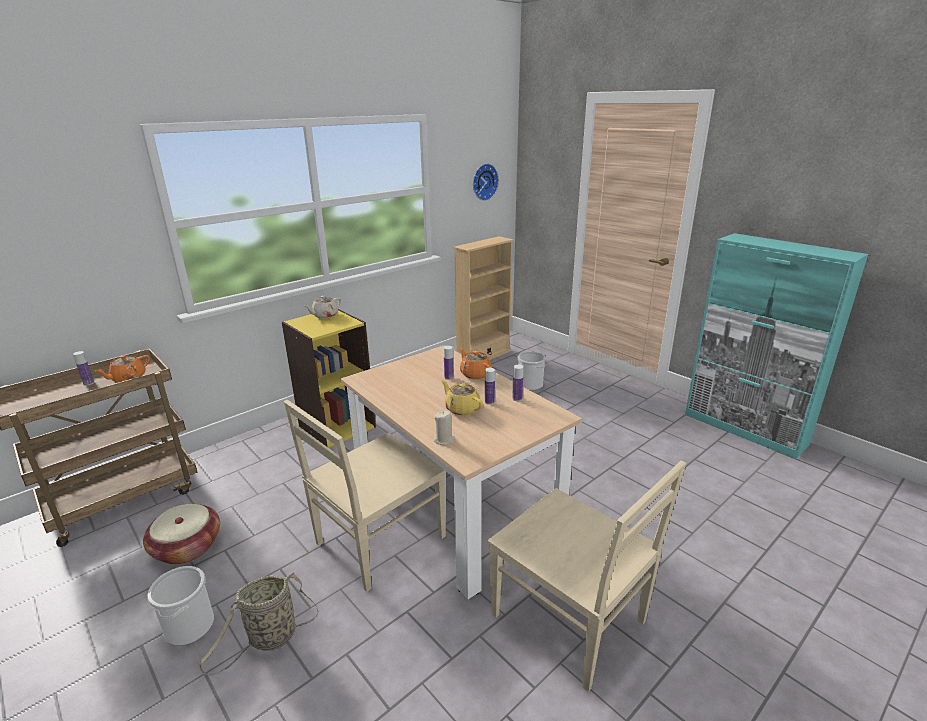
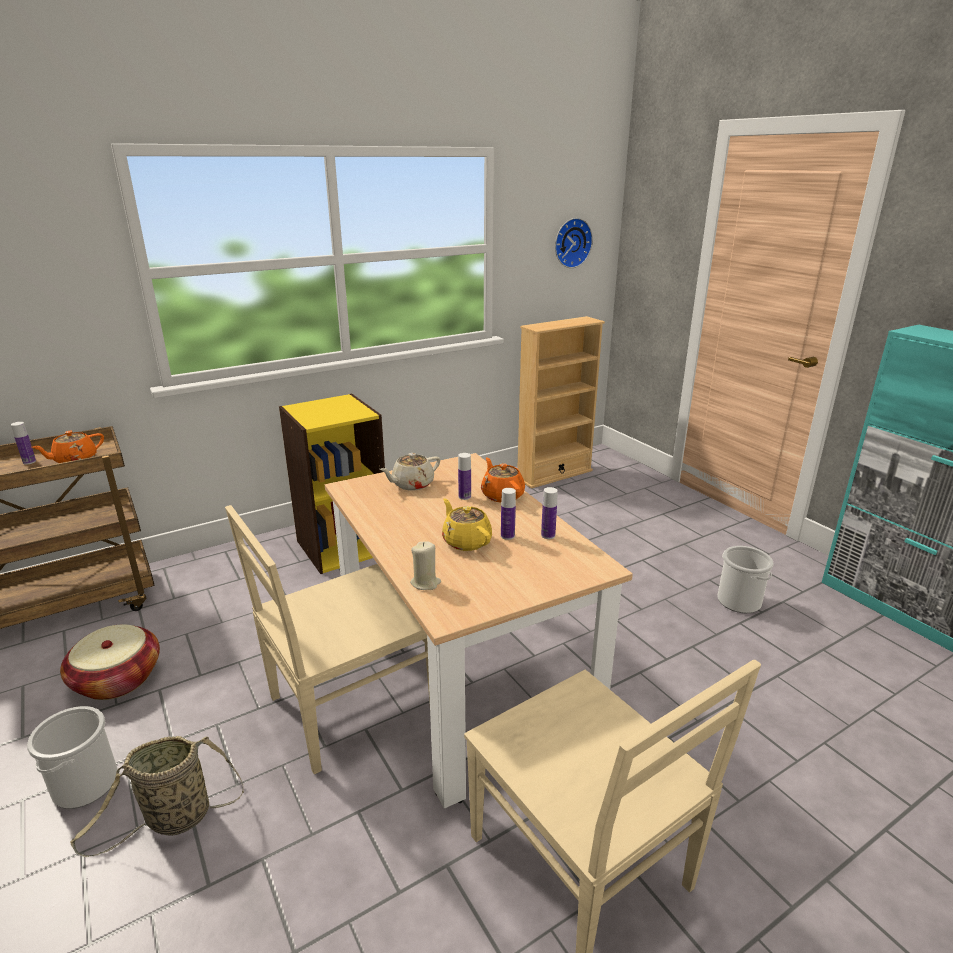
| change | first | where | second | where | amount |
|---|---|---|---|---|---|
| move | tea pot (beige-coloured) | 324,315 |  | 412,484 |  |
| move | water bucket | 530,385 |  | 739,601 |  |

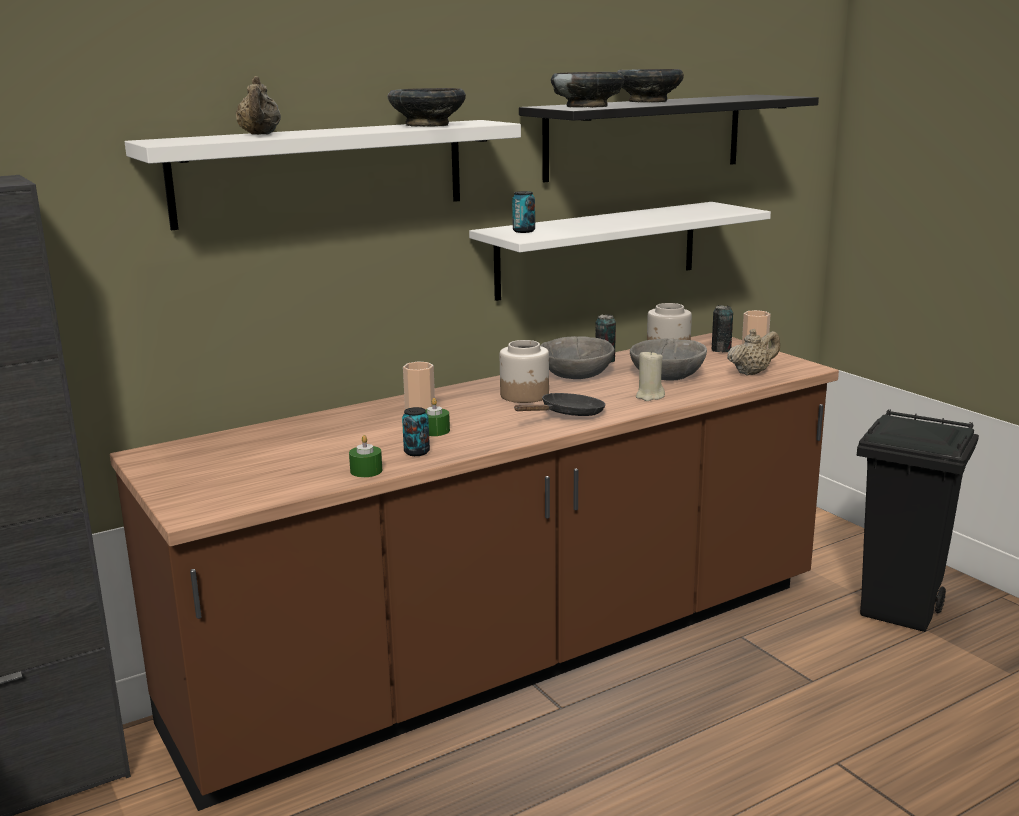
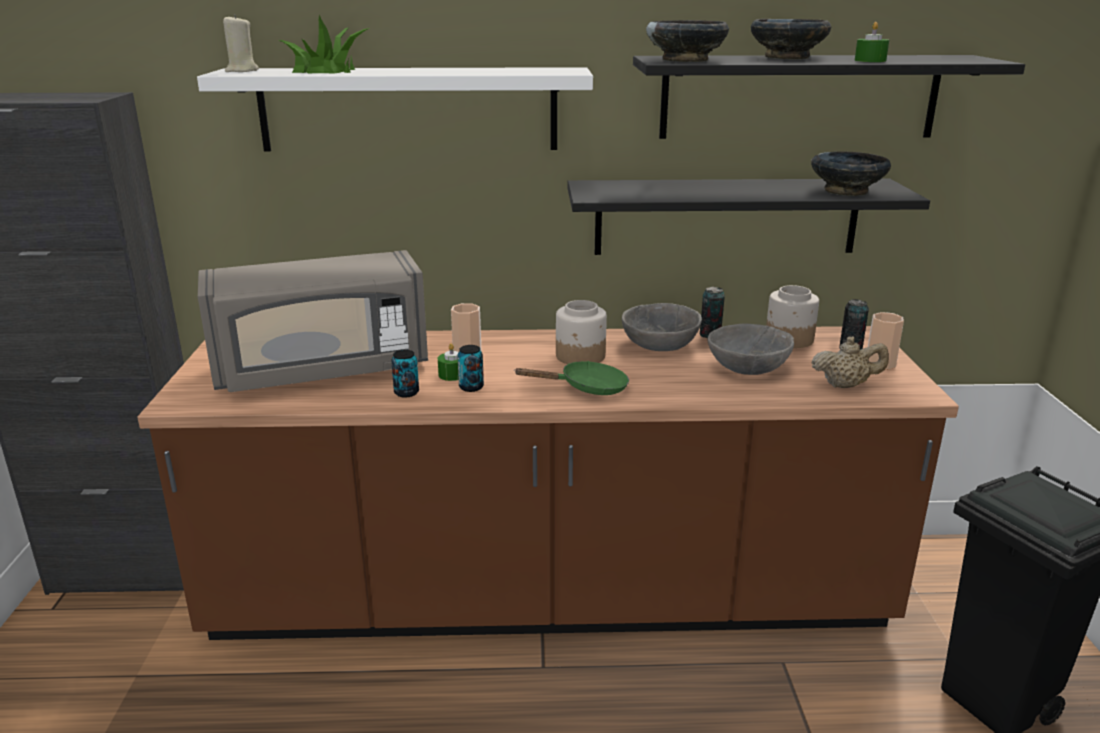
| change | first | where | second | where | amount |
|---|---|---|---|---|---|
| insert |  |  | microwave (grey) | 322,370 |  |
| move | wax light (beige-coloured) | 649,396 |  | 242,71 |  |
| replace | tea pot (beige-coloured) | 260,135 | houseplant | 325,71 |  |
| move | metal can | 524,231 |  | 471,387 |  |
| recolor | frying pan (black) | 567,415 | frying pan (green) | 587,388 |  |
| recolor | shelf (white) | 598,249 | shelf (black) | 726,216 |  |
| move | serving bowl (black) | 428,125 |  | 846,191 |  |
| move | wax light (green) | 366,471 |  | 870,60 |  |

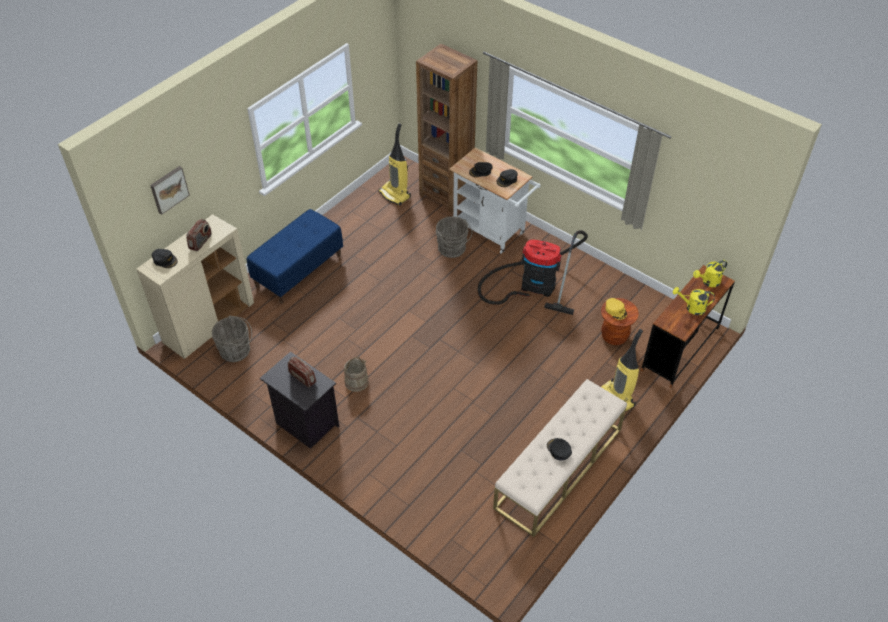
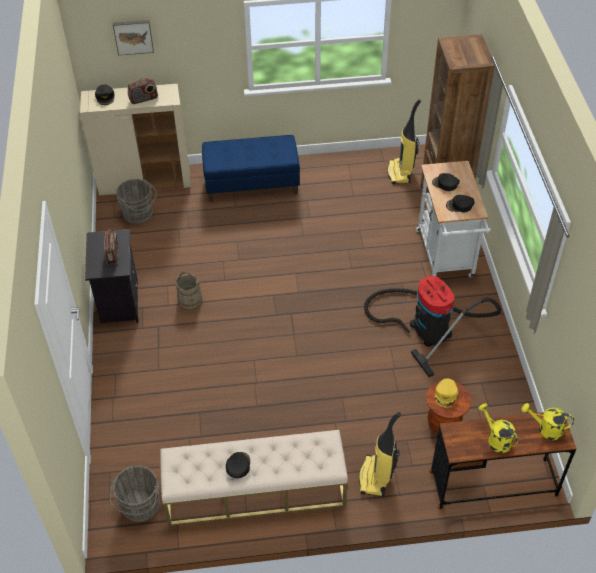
| change | first | where | second | where | amount |
|---|---|---|---|---|---|
| move | water bucket (grey) | 453,249 |  | 140,507 |  |

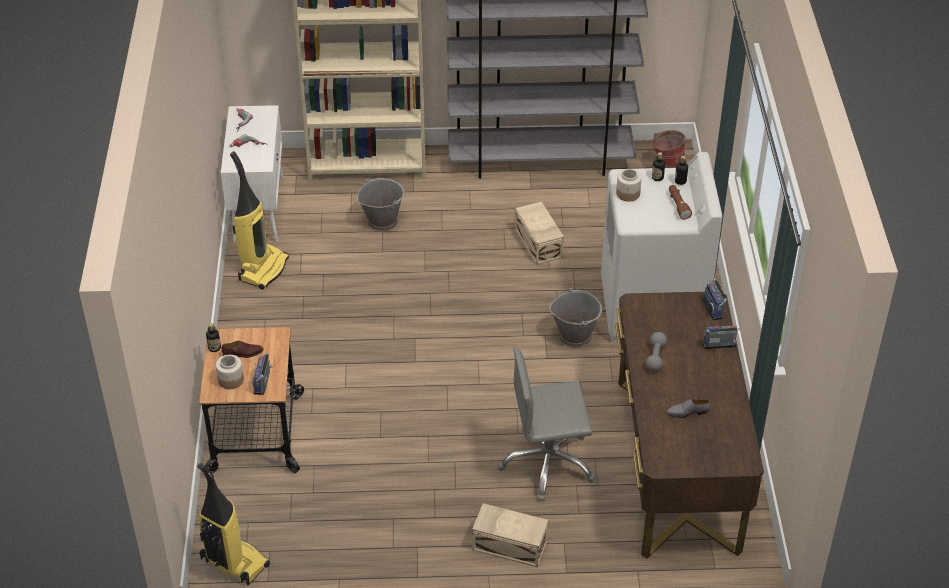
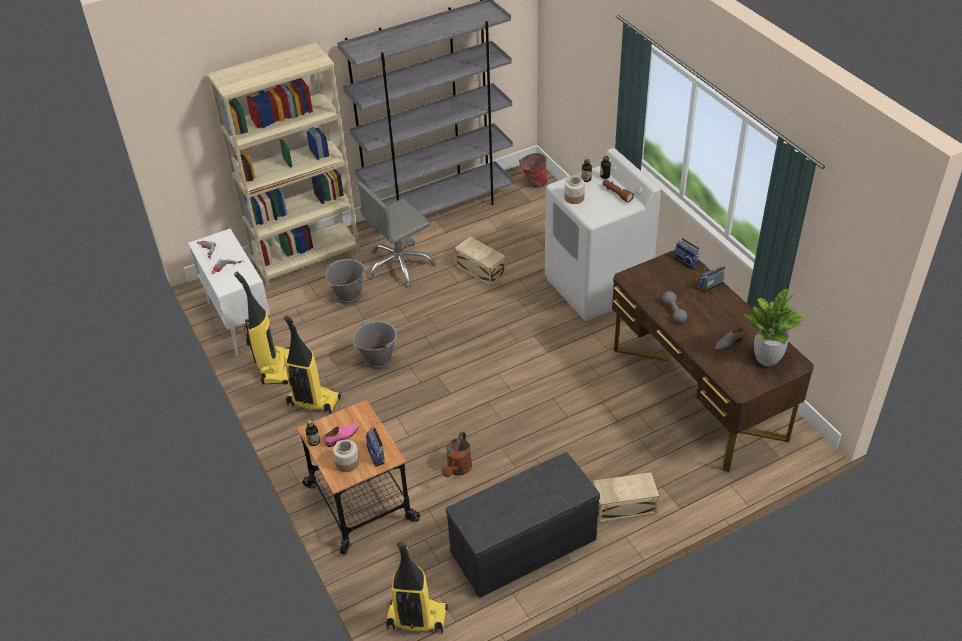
| change | first | where | second | where | amount |
|---|---|---|---|---|---|
| insert |  |  | hoover | 313,402 |  |
| recolor | low shoe (brown-coloured) | 243,354 | low shoe (pink) | 342,437 |  |
| move | water bucket (grey) | 575,336 |  | 378,359 |  |
| move | office chair (grey) | 547,463 |  | 399,265 |  |
| insert |  |  | watering pot (brown-coloured) | 458,469 |  |
| insert |  |  | indoor bench (grey) | 523,547 |  |
| insert |  |  | houseplant | 767,359 |  |

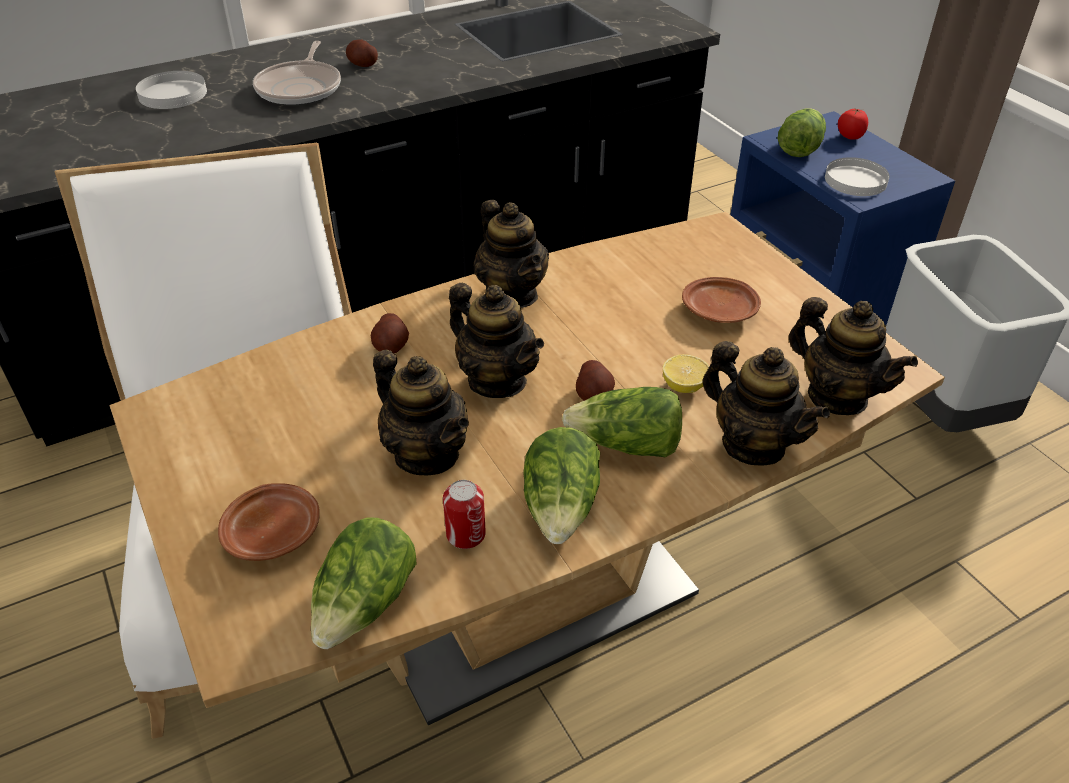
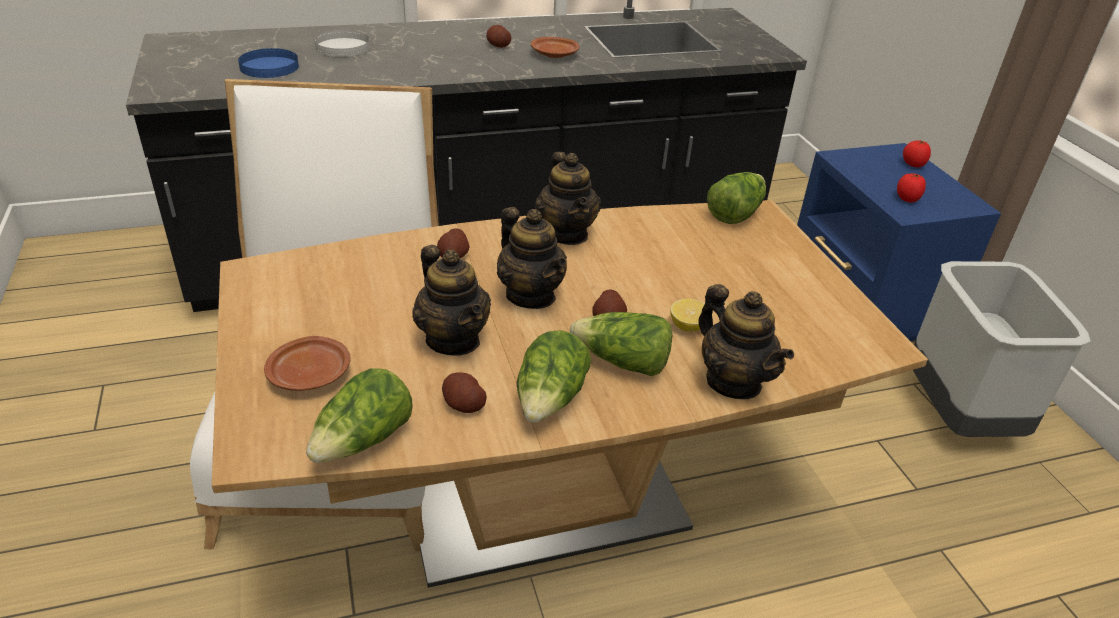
| change | first | where | second | where | amount |
|---|---|---|---|---|---|
| insert |  |  | flat dish (bluish) | 269,67 |  |
| replace | metal can | 466,534 | whole potato | 463,405 |  |
| move | flat dish (brown-coloured) | 720,311 |  | 555,55 |  |
| move | head of lettuce | 799,147 |  | 735,213 |  |
| replace | flat dish (white) | 855,180 | fresh tomato | 906,199 |  |
| delete | frying pan | 301,88 |  |  |  |
| delete | tea pot | 837,397 |  |  |  |

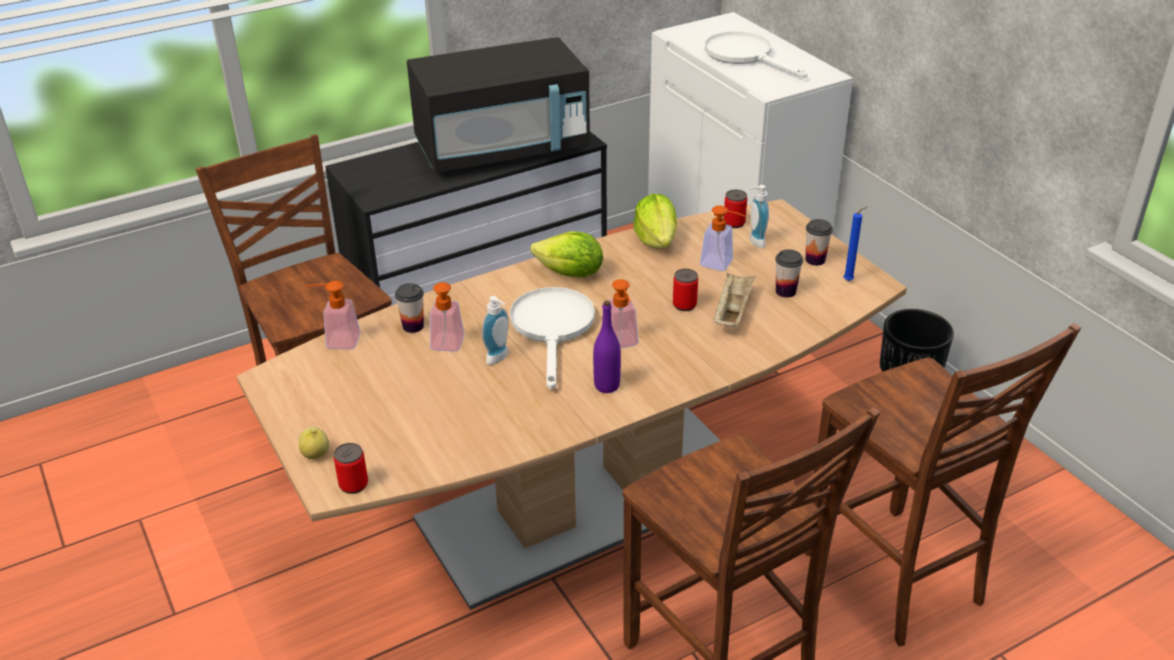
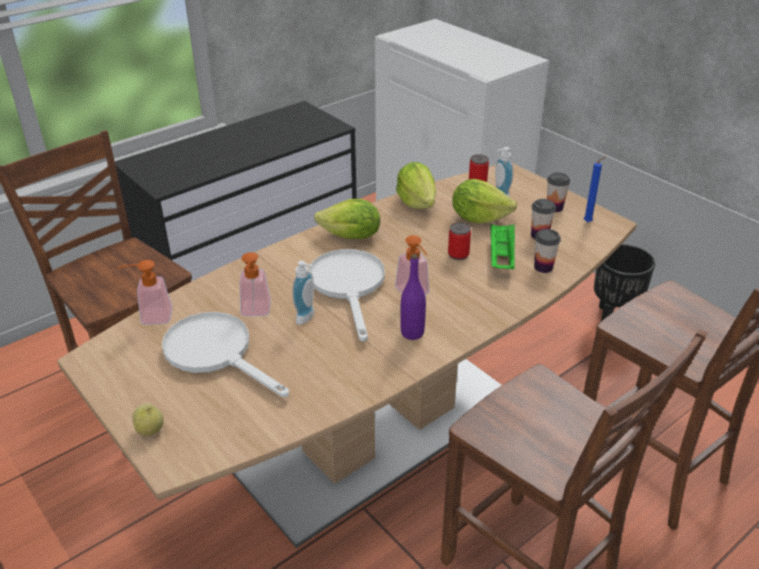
| change | first | where | second | where | amount |
|---|---|---|---|---|---|
| move | frying pan (white) | 745,56 |  | 216,353 |  |
| replace | soap dispenser | 722,264 | head of lettuce | 479,218 |  |
| recolor | carrying tray (beige-coloured) | 732,311 | carrying tray (green) | 501,256 |  |
| move | drinking cup | 413,326 |  | 543,267 |  |
| delete | metal can | 353,484 |  |  |  |
| delete | microwave (black) | 502,149 |  |  |  |

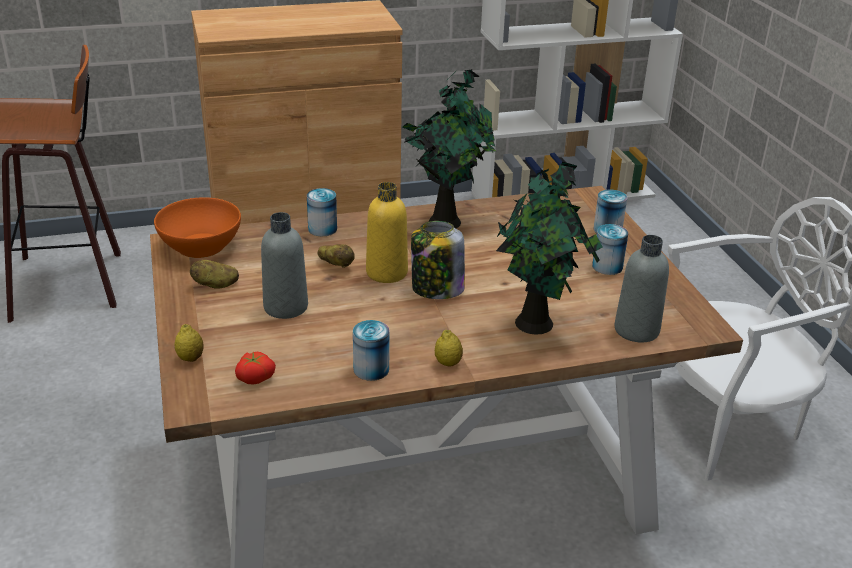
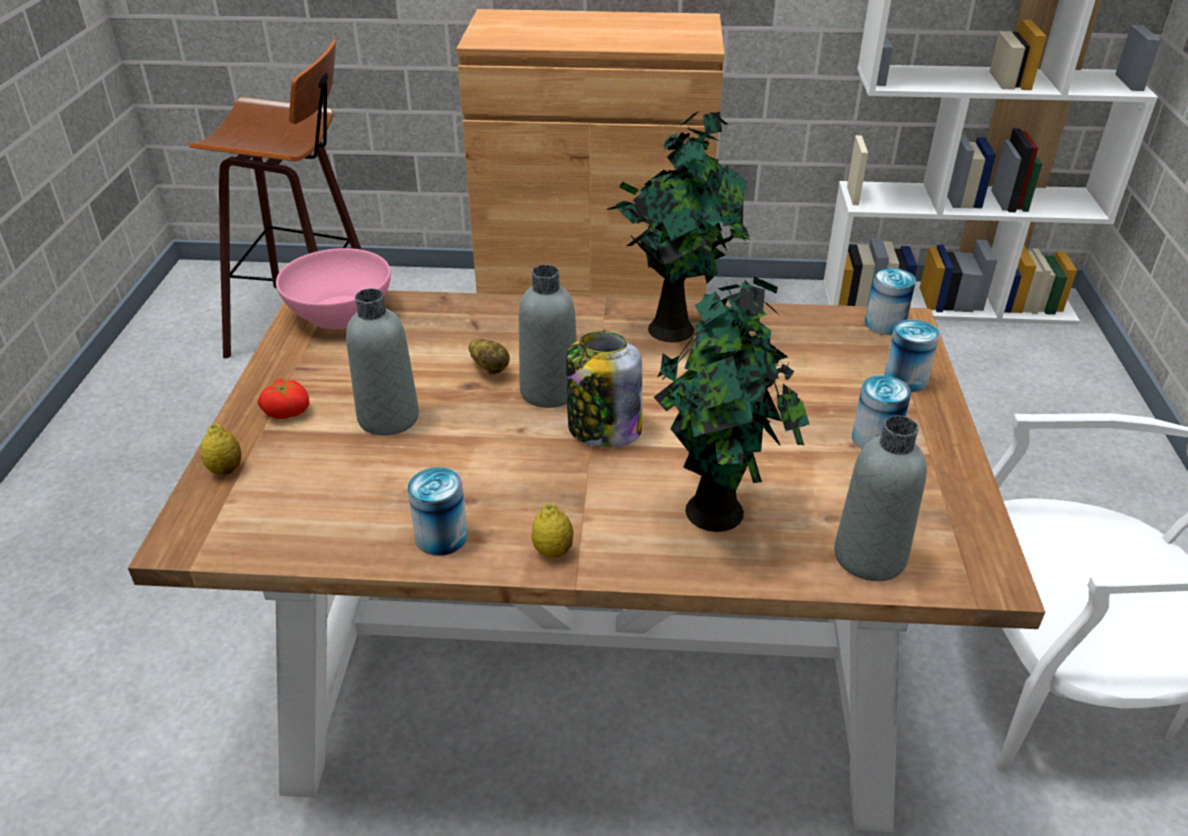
| change | first | where | second | where | amount |
|---|---|---|---|---|---|
| move | fresh tomato | 255,377 |  | 287,410 |  |
| recolor | serving bowl (orange-coloured) | 201,246 | serving bowl (pink) | 341,312 |  |
| recolor | bottle (yellow) | 386,272 | bottle (grey) | 549,391 |  |
| move | metal can | 322,229 |  | 884,324 |  |
| delete | whole potato | 215,285 |  |  |  |

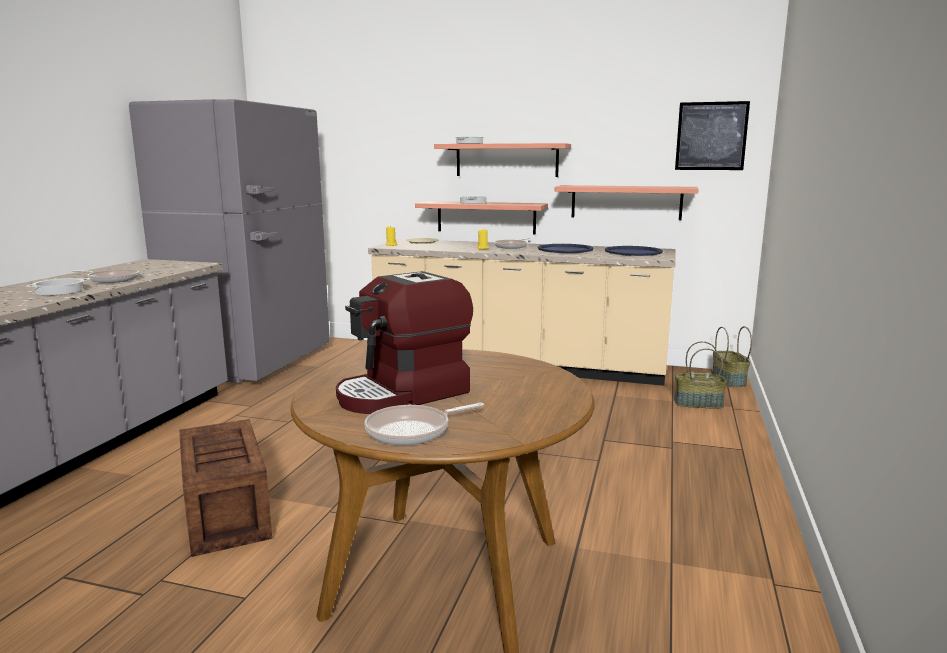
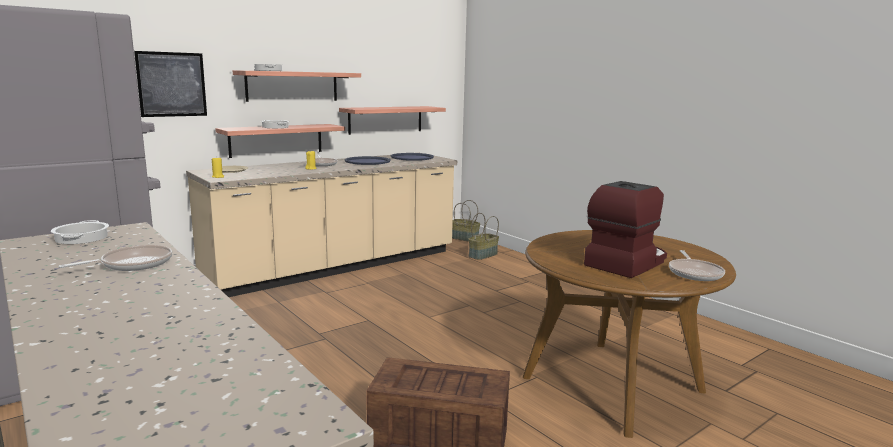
| change | first | where | second | where | amount |
|---|---|---|---|---|---|
| move | stockpot | 59,291 |  | 82,238 |  |
| move | picture | 711,136 |  | 172,84 |  |
| rotate | coffee maker | 404,394 |  | 625,263 | 135 degrees counterclockwise |

